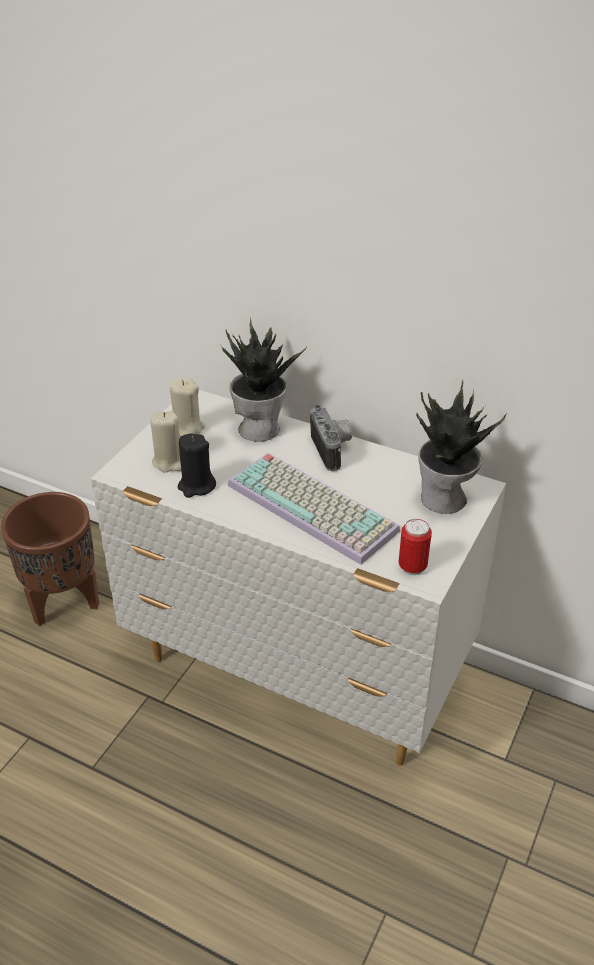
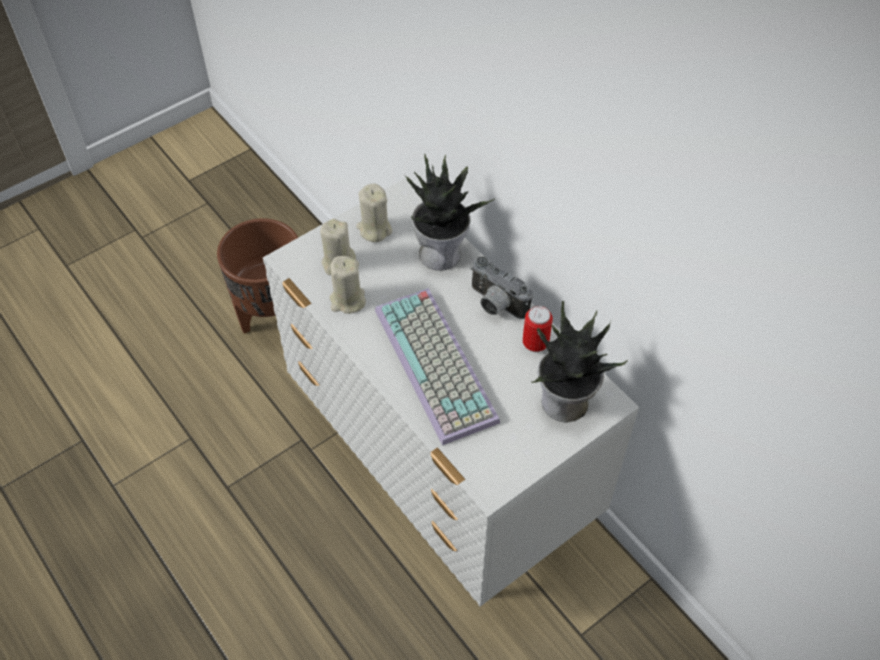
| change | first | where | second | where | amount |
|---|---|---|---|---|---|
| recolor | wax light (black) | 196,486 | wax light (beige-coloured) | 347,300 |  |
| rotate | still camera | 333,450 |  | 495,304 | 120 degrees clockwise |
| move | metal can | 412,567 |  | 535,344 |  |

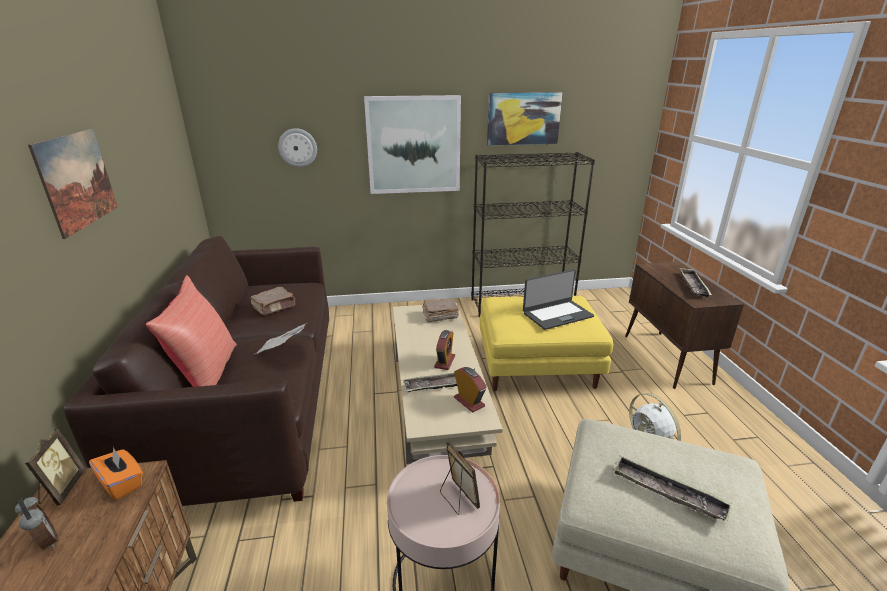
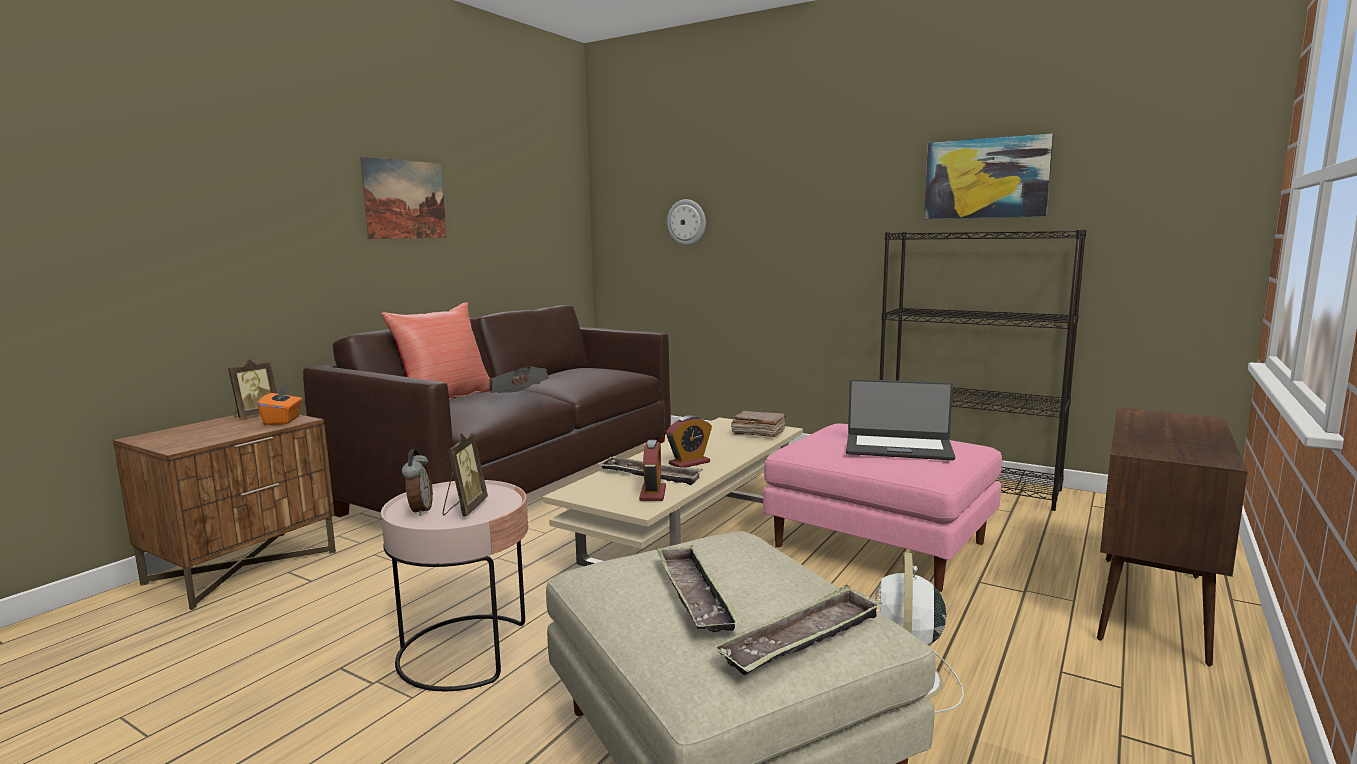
| change | first | where | second | where | amount |
|---|---|---|---|---|---|
| move | table clock | 46,542 |  | 419,510 |  |
| move | carrying tray | 693,285 |  | 802,639 |  |
| recolor | pouffe (yellow) | 538,366 | pouffe (pink) | 882,545 |  |
| delete | bound book (brown-coloured) | 275,307 |  |  |  |
| delete | picture | 414,145 |  |  |  |

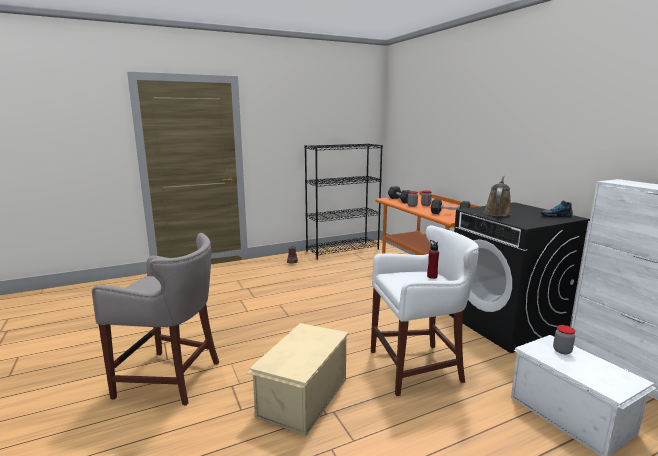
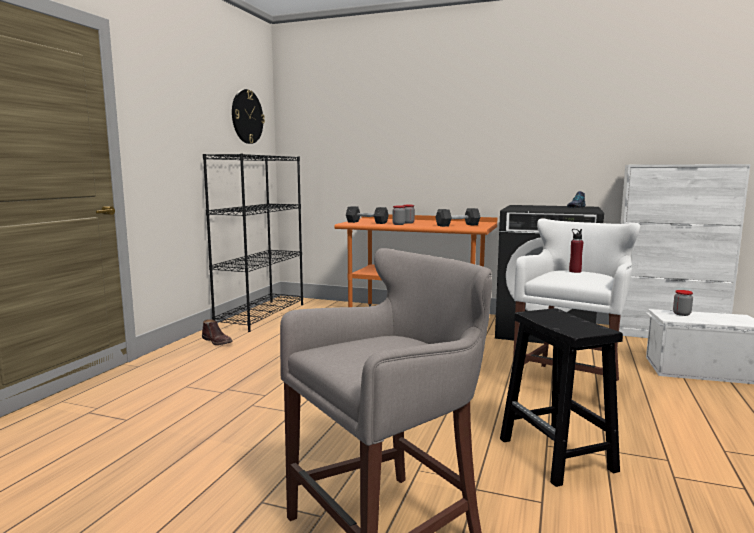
| change | first | where | second | where | amount |
|---|---|---|---|---|---|
| insert |  |  | clock on the wall | 247,116 |  |
| replace | storage bin (beige-coloured) | 301,397 | sitting stool (black) | 558,455 |  |
| delete | watering pot (brown-coloured) | 497,213 |  |  |  |

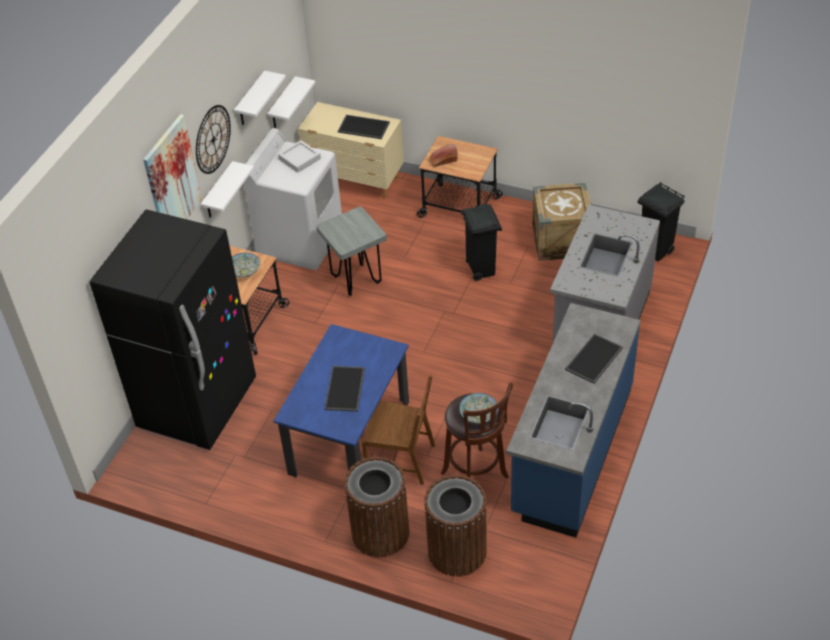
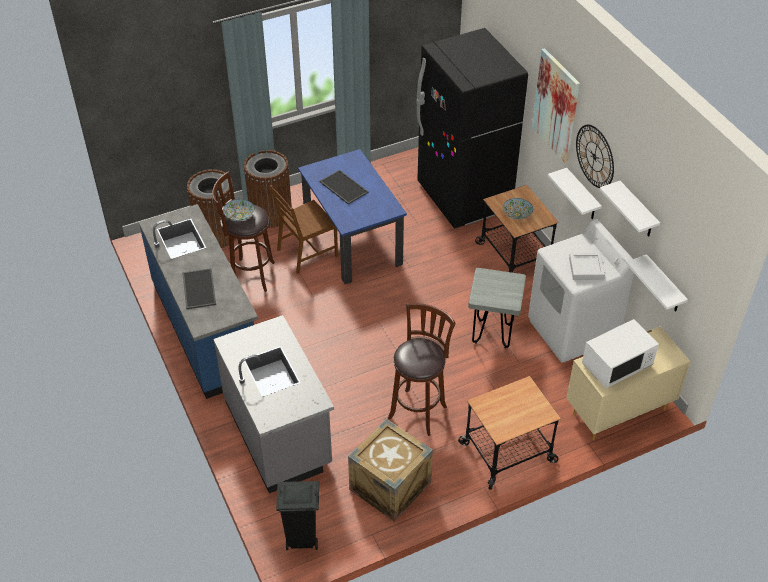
| change | first | where | second | where | amount |
|---|---|---|---|---|---|
| replace | waste bin (black) | 481,269 | sitting stool (brown-coloured) | 419,410 |  |
| replace | carrying tray | 363,127 | microwave (white) | 616,365 |  |
| delete | bakery bread | 443,161 |  |  |  |

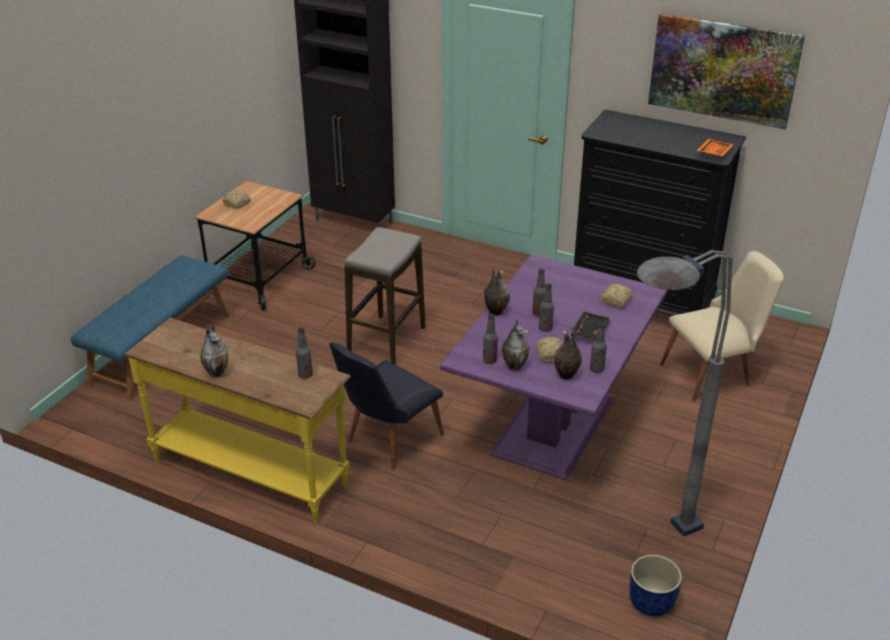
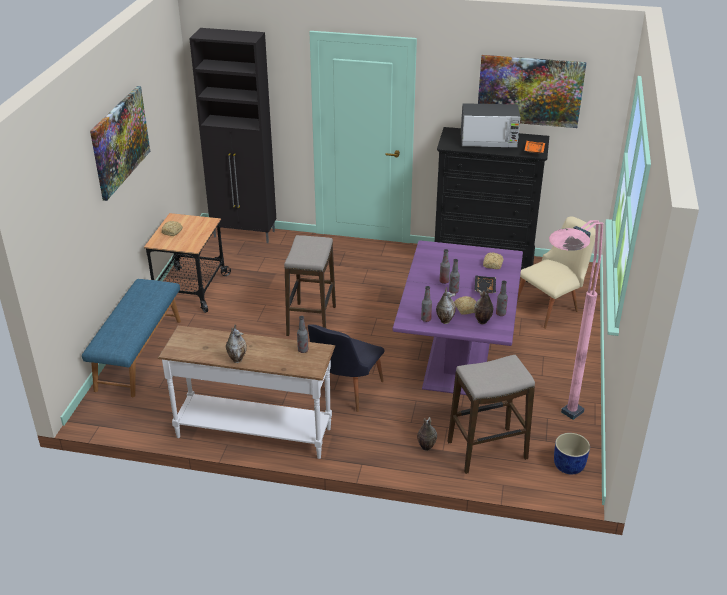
| change | first | where | second | where | amount |
|---|---|---|---|---|---|
| insert |  |  | picture | 120,141 |  |
| recolor | console table (yellow) | 251,471 | console table (white) | 254,431 |  |
| move | vase | 495,312 |  | 425,447 |  |
| insert |  |  | sitting stool | 487,450 |  |
| insert |  |  | microwave | 489,141 |  |
| recolor | standing lamp (grey) | 645,541 | standing lamp (pink) | 549,427 |  |

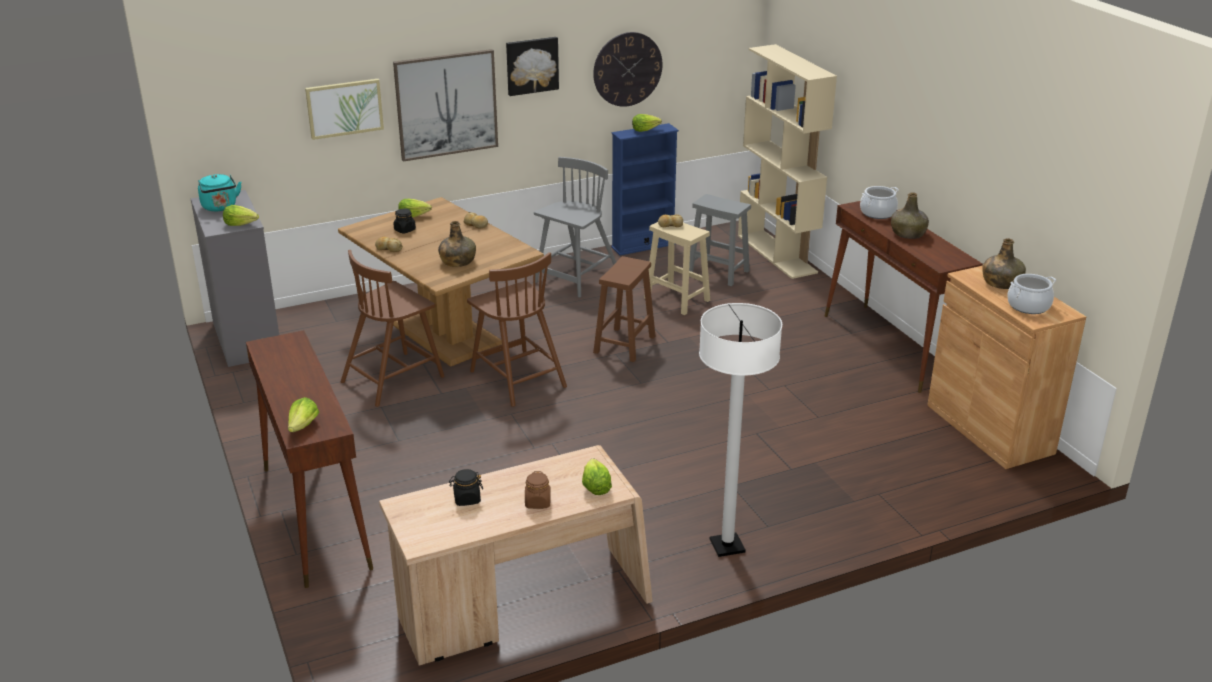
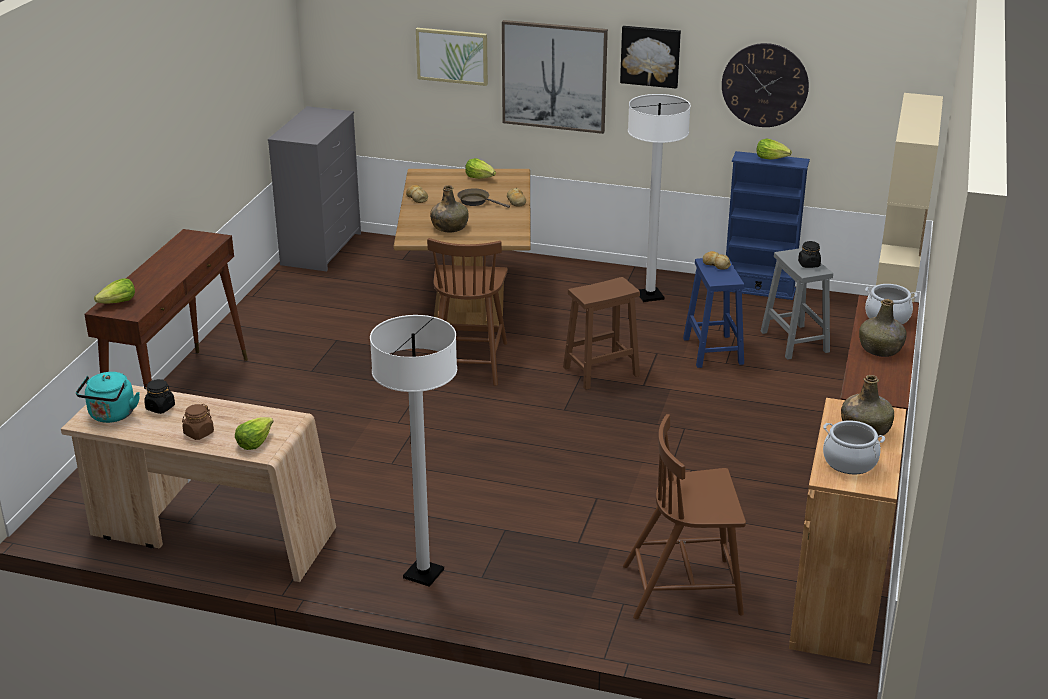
| change | first | where | second | where | amount |
|---|---|---|---|---|---|
| move | water kettle (blue-green) | 220,207 |  | 111,416 |  |
| insert |  |  | frying pan (brown-coloured) | 476,201 |  |
| move | plain chair (brown-coloured) | 394,378 |  | 684,589 |  |
| replace | plain chair (grey) | 576,277 | standing lamp (white) | 650,296 |  |
| recolor | sitting stool (beige-coloured) | 678,300 | sitting stool (bluish) | 713,351 |  |
| move | preserve jar (black) | 404,230 |  | 808,264 |  |
| delete | head of lettuce | 241,224 |  |  |  |

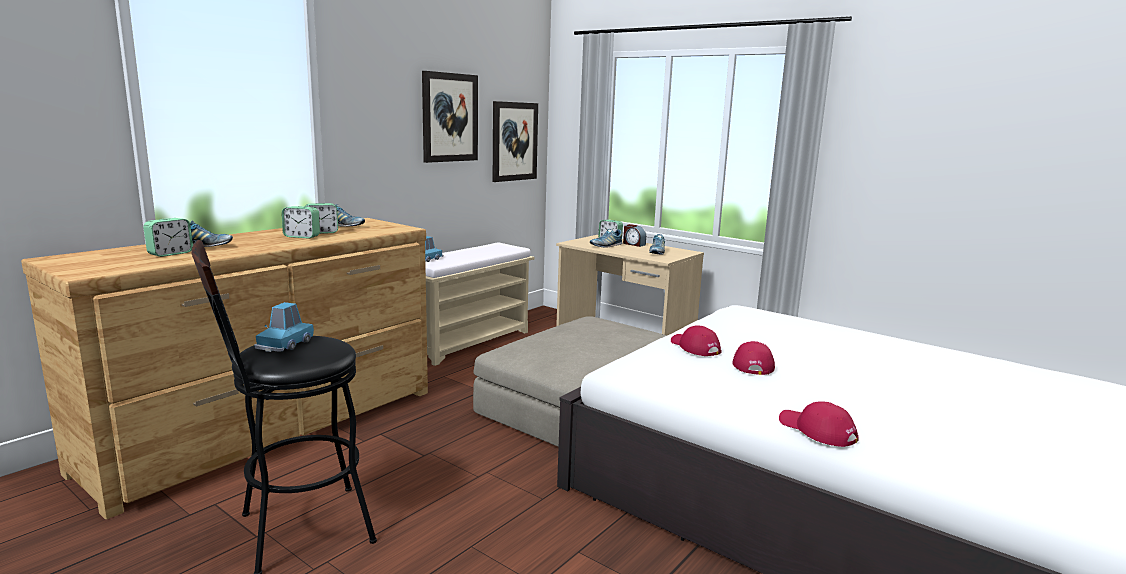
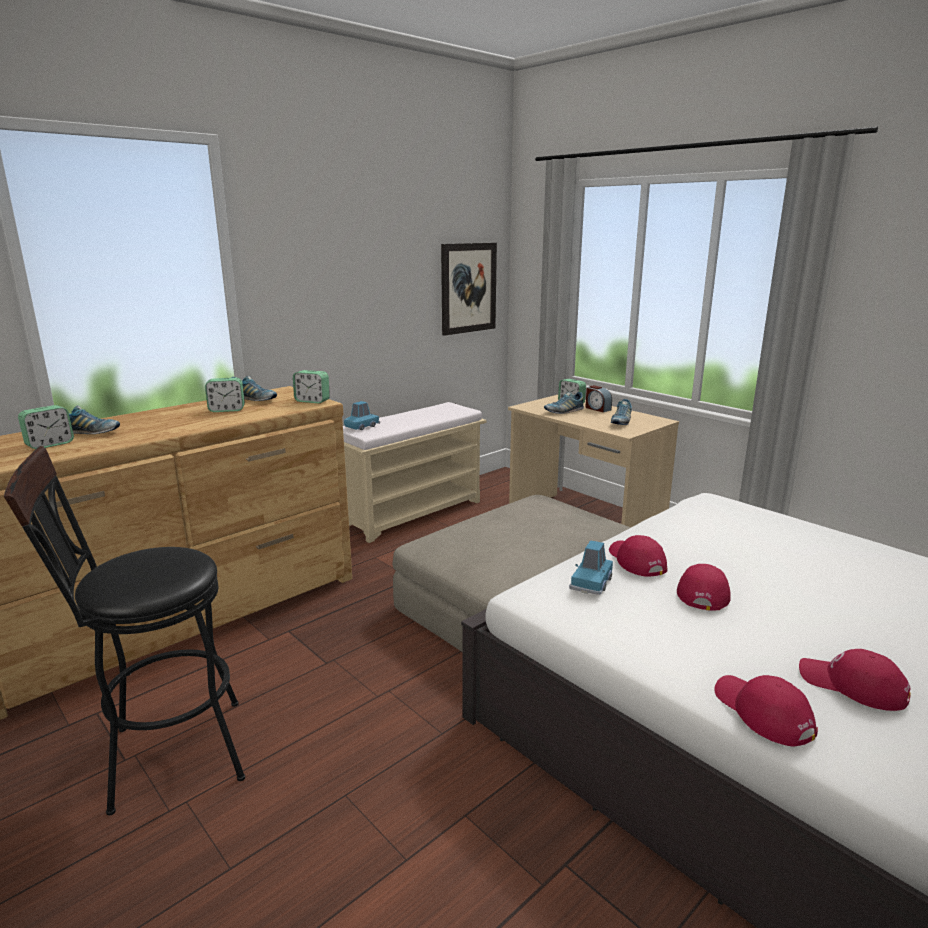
| change | first | where | second | where | amount |
|---|---|---|---|---|---|
| move | table clock | 302,236 |  | 312,401 |  |
| move | toy car (bluish) | 285,344 |  | 591,582 |  |
| insert |  |  | peaked cap (red-coloured) | 852,685 |  |
| delete | picture | 450,117 |  |  |  |

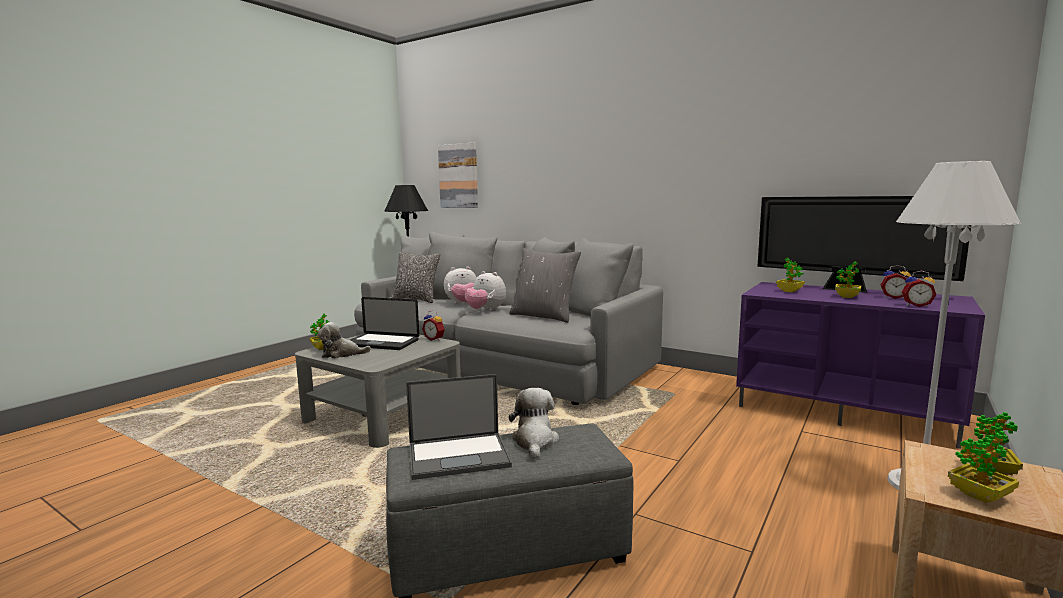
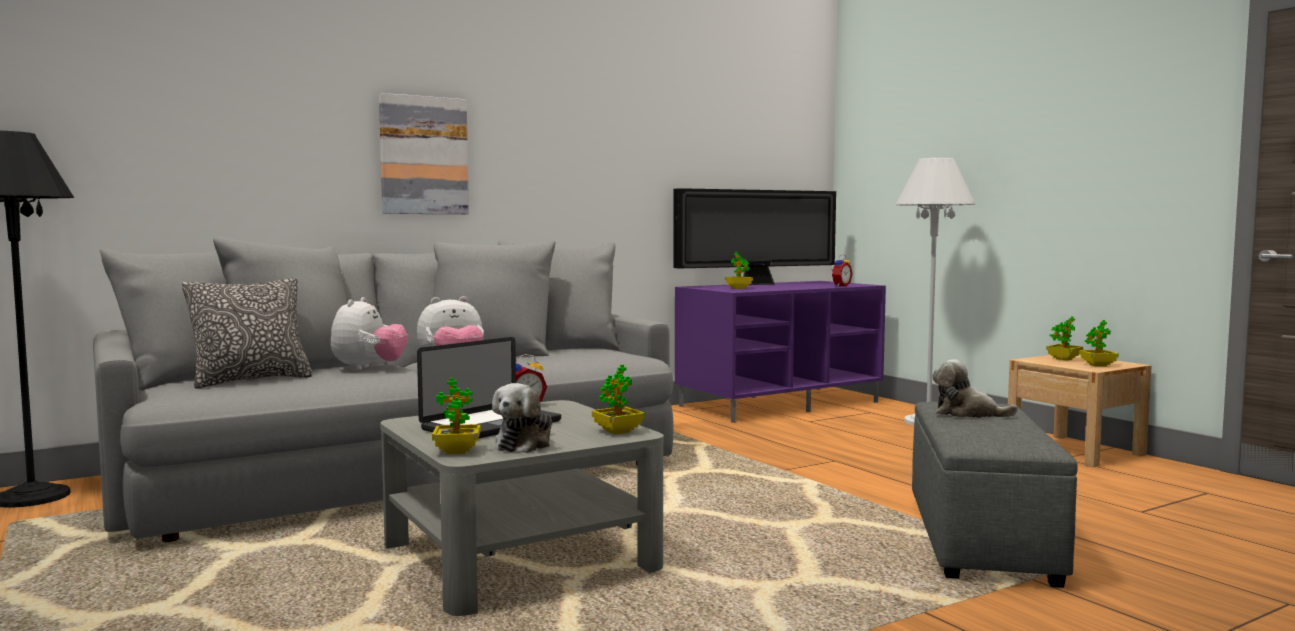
| change | first | where | second | where | amount |
|---|---|---|---|---|---|
| move | picture | 458,176 |  | 423,155 |  |
| move | houseplant | 847,297 |  | 618,431 |  |
| delete | laptop | 459,455 |  |  |  |
| delete | cushion (grey) | 544,316 |  |  |  |
| delete | table clock | 893,297 |  |  |  |

